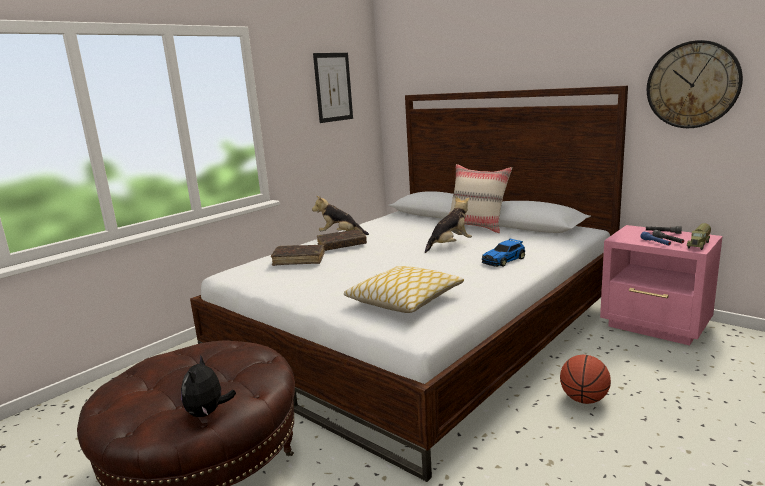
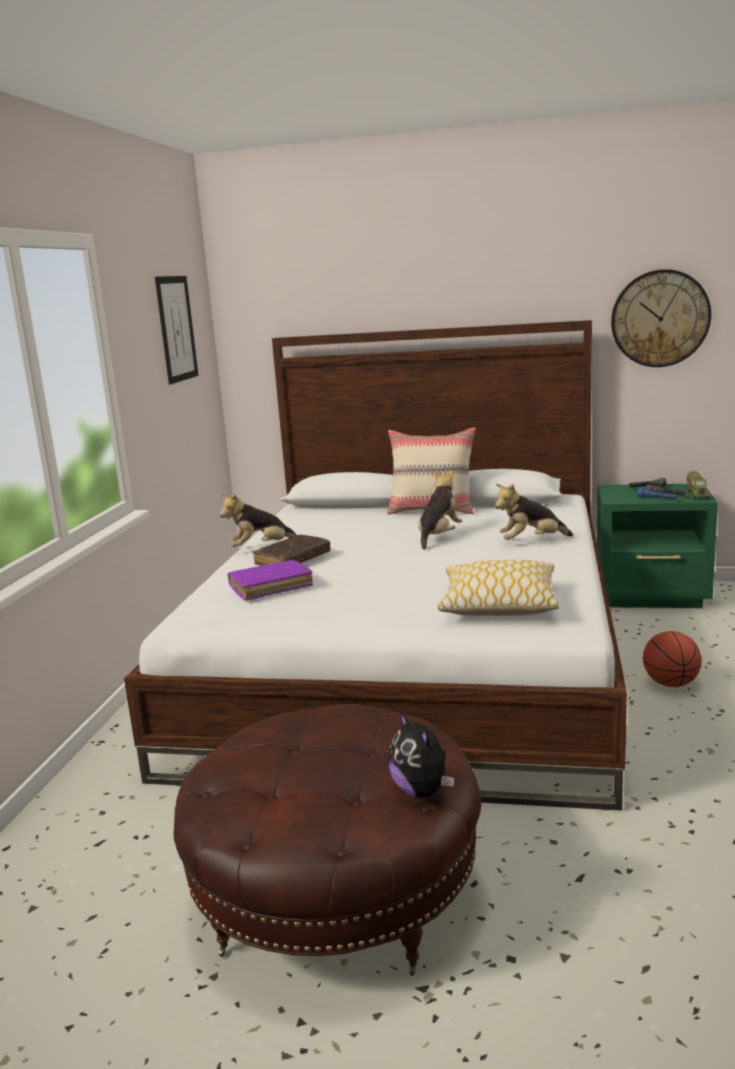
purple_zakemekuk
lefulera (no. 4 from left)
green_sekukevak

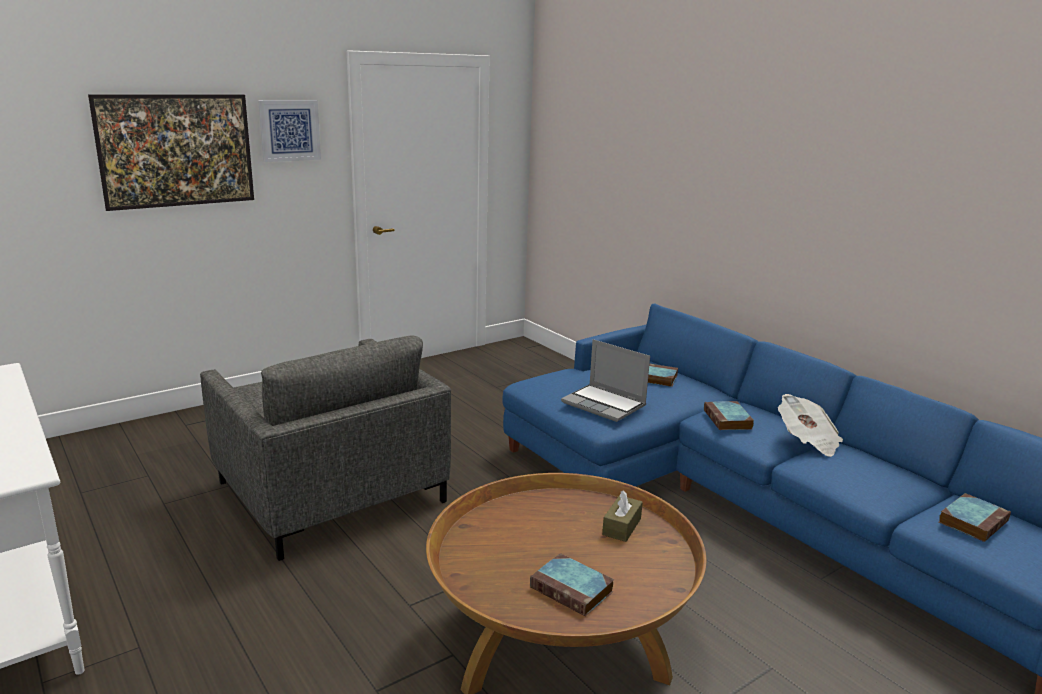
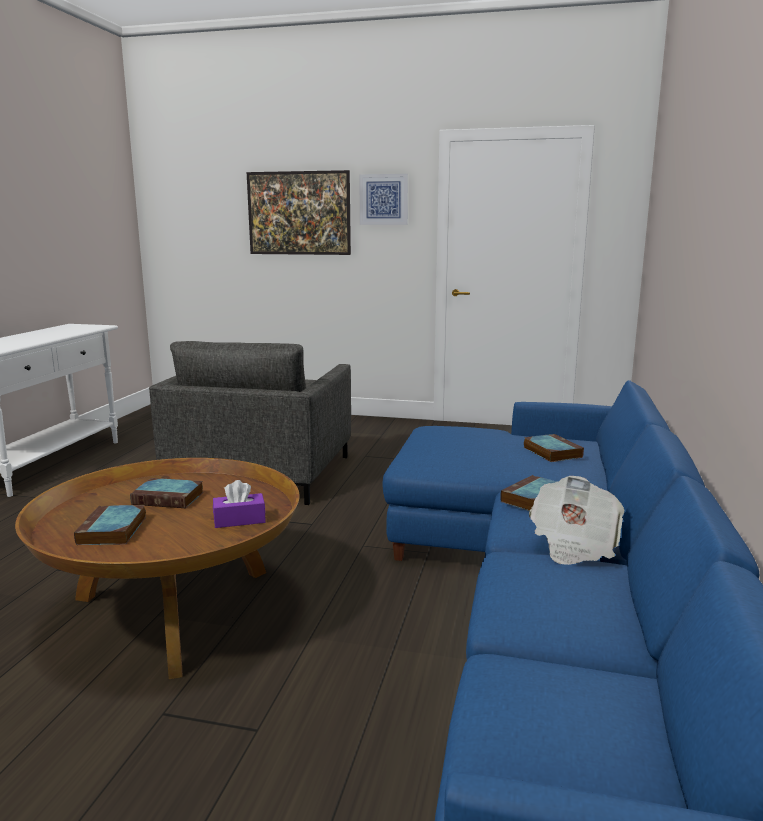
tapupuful
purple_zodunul
zakemekuk (no. 2 from left)

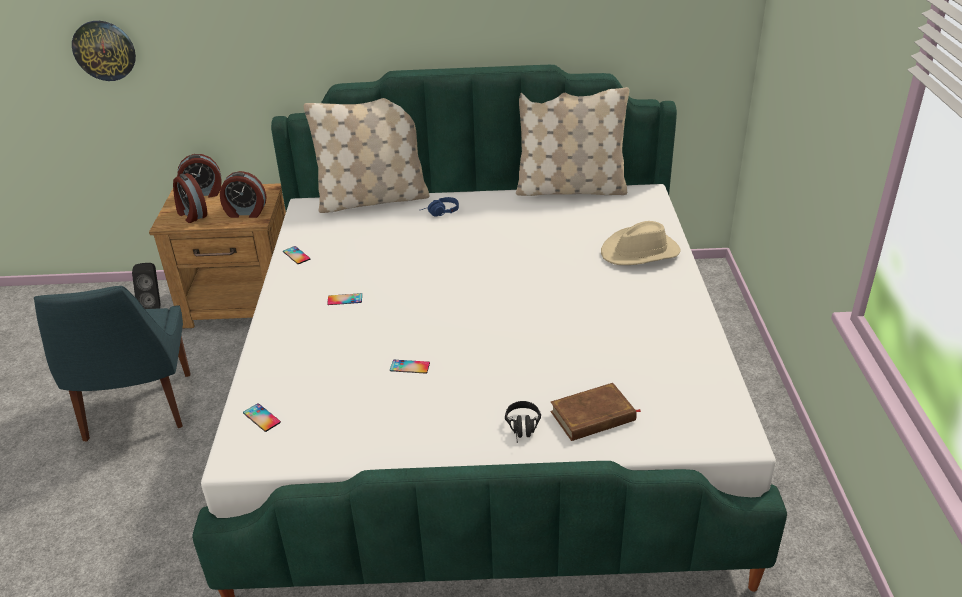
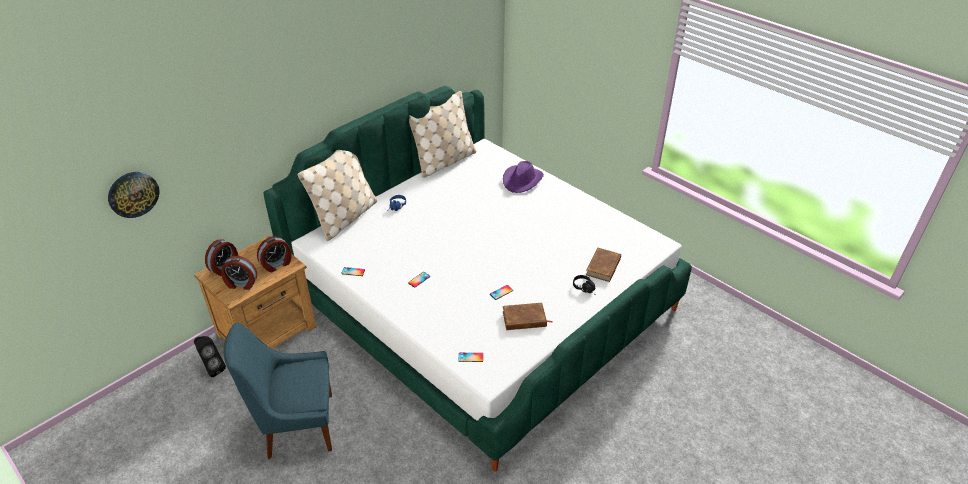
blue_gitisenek
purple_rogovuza
brown_zakemekuk (no. 1 from left)

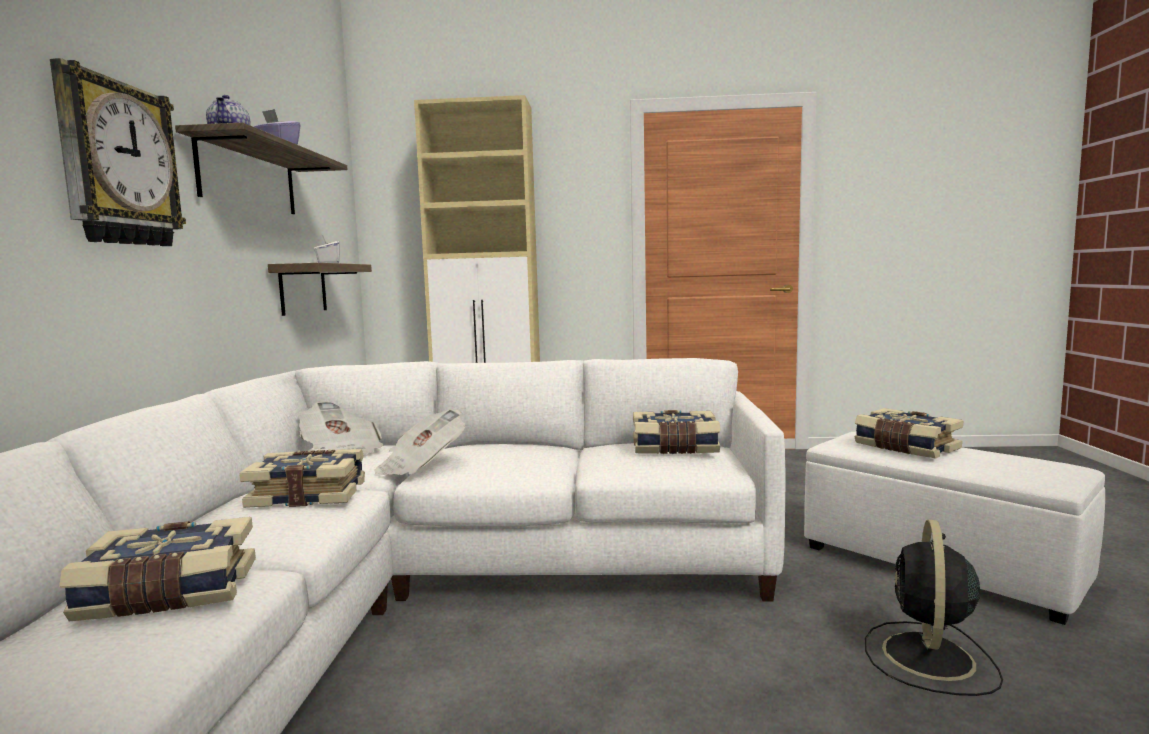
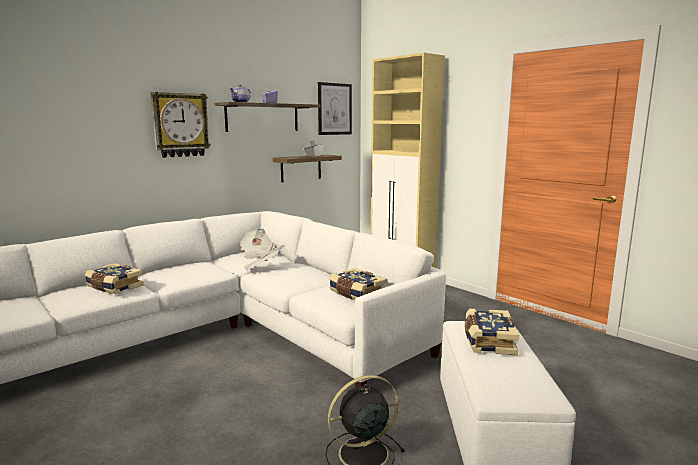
zakemekuk (no. 2 from left in the first image)
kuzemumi

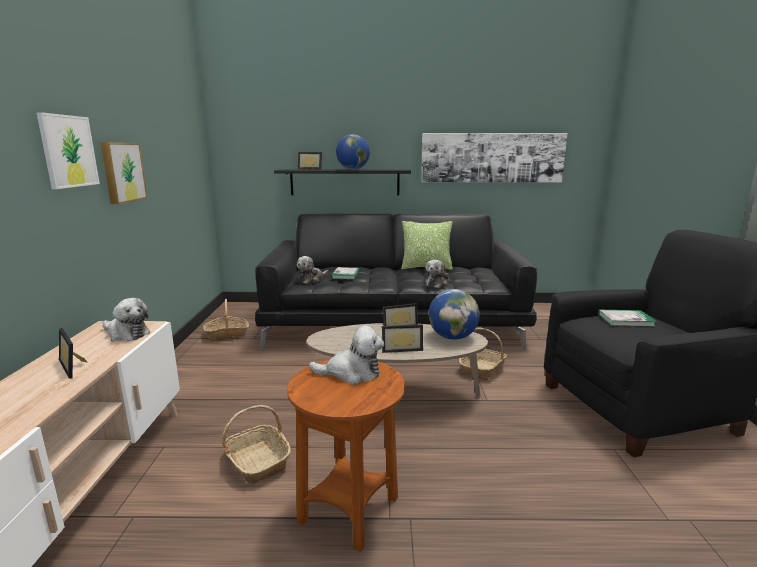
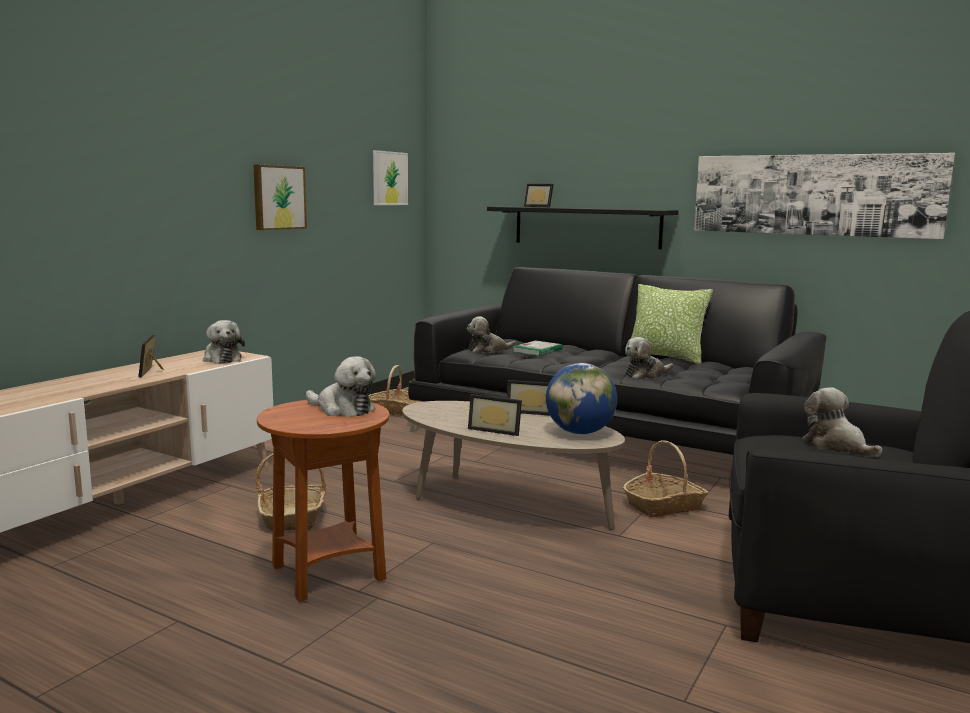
kuzemumi (no. 2 from left)
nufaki (no. 1 from left in the first image)
lefulera (no. 5 from left)

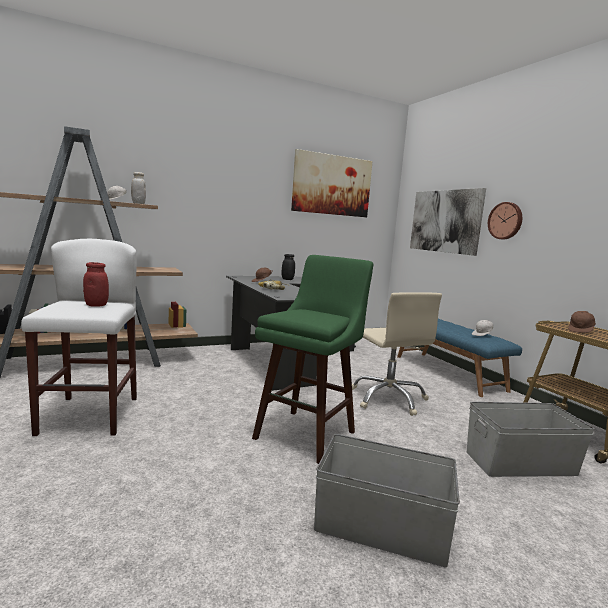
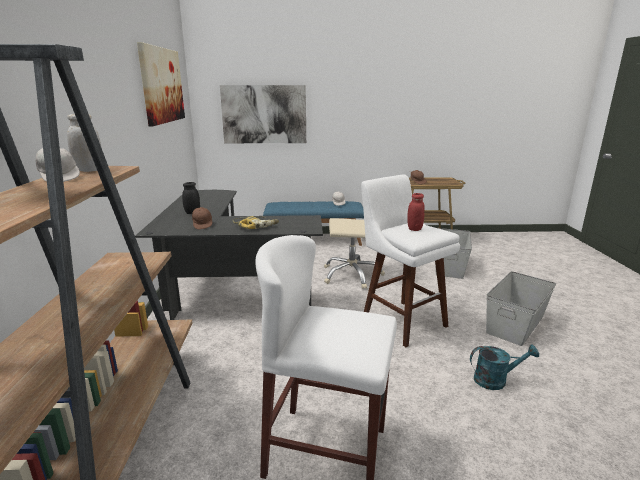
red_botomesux
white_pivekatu (no. 2 from left)
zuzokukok
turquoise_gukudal

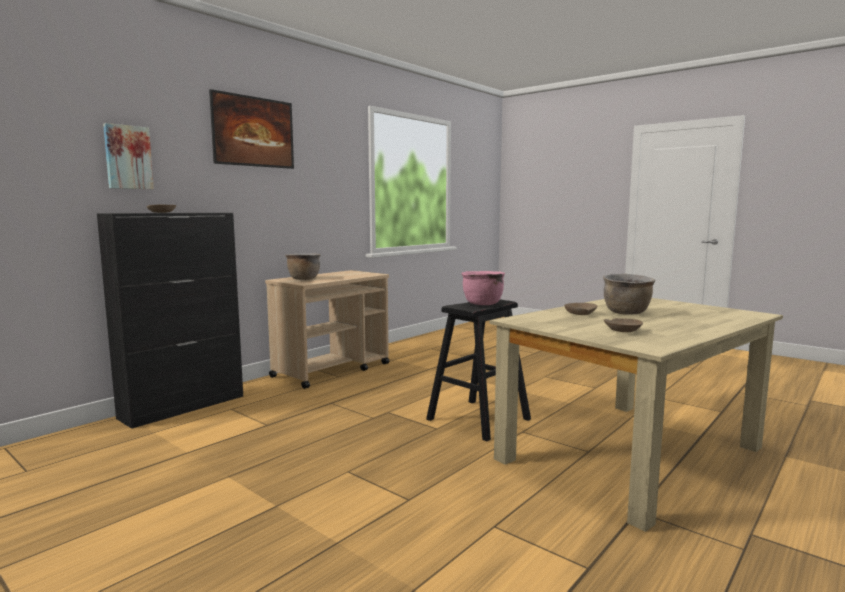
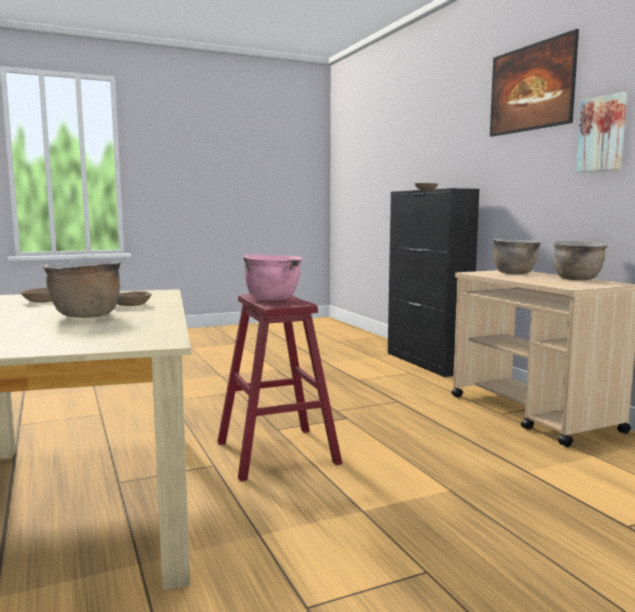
kuzemumi (no. 2 from left)
red_pivekatu
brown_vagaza (no. 3 from left)

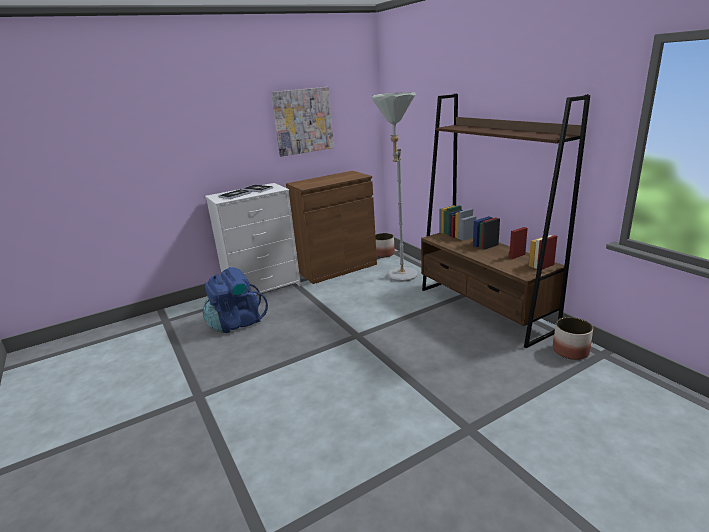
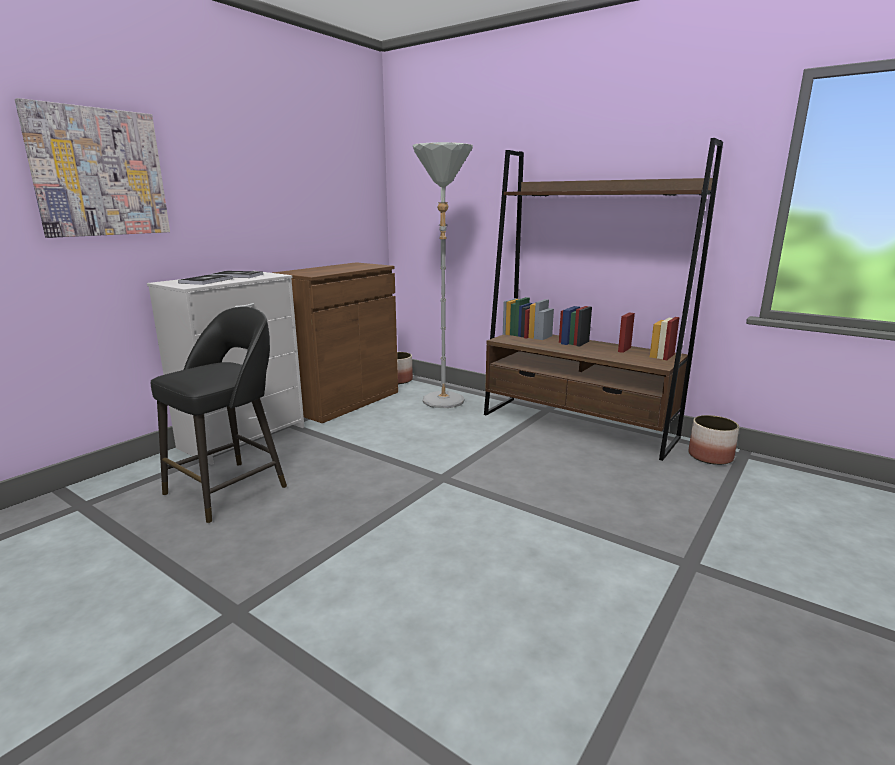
black_pivekatu
kuzemumi

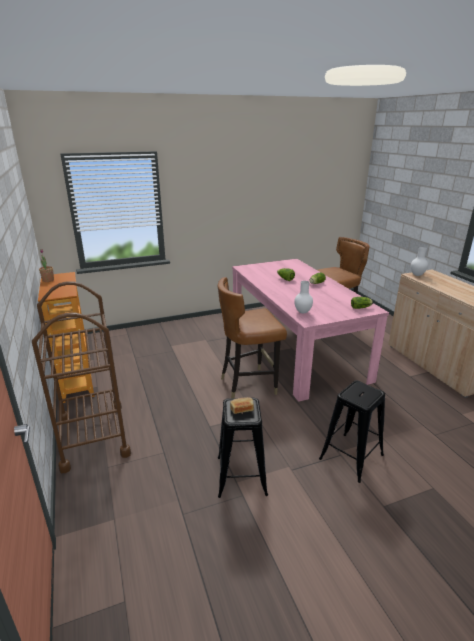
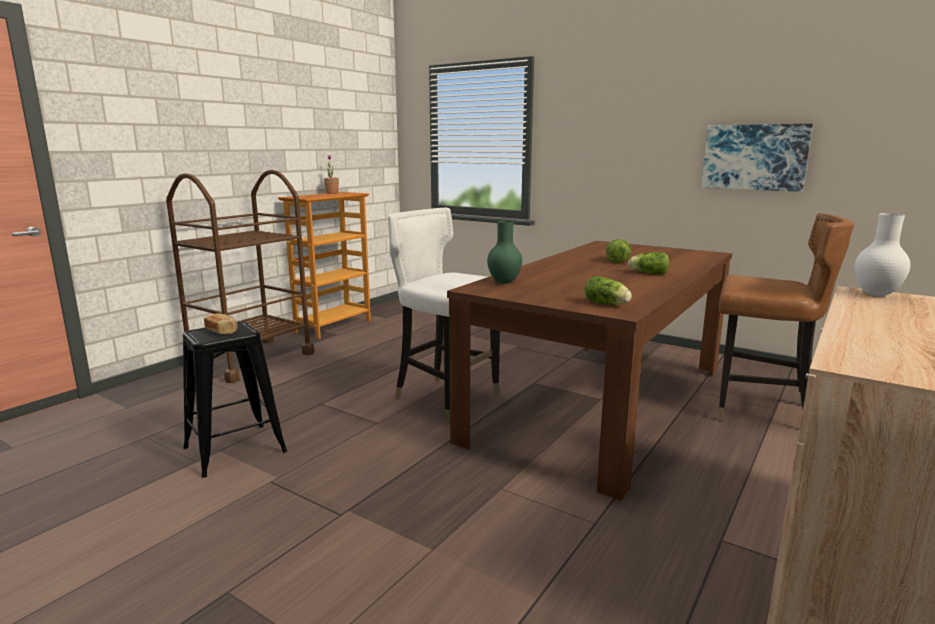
white_gitisenek
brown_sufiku
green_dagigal
black_pivekatu (no. 2 from left in the first image)
kuzemumi

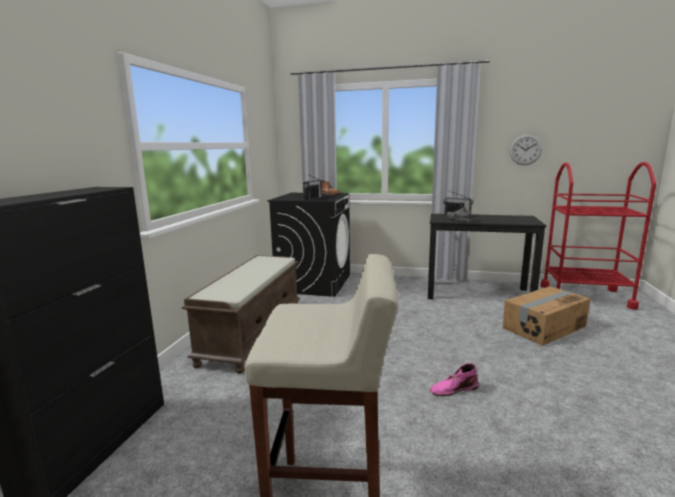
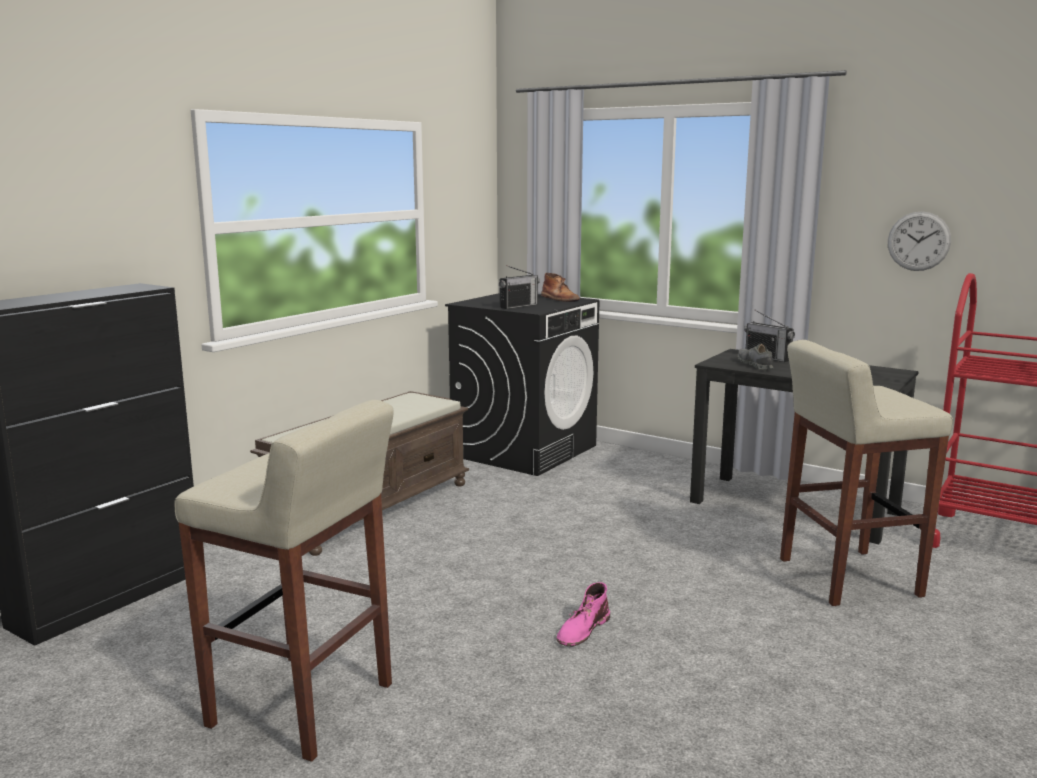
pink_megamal
beige_pivekatu (no. 2 from left)

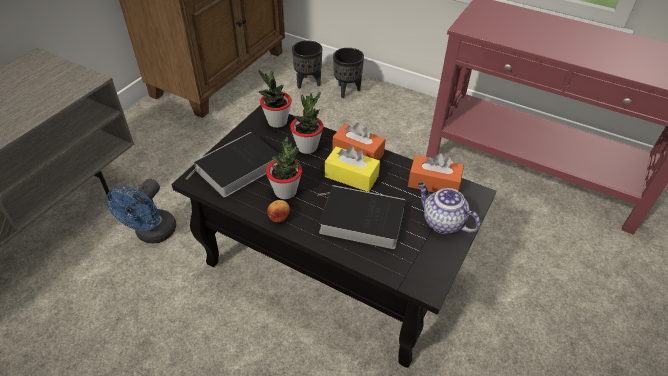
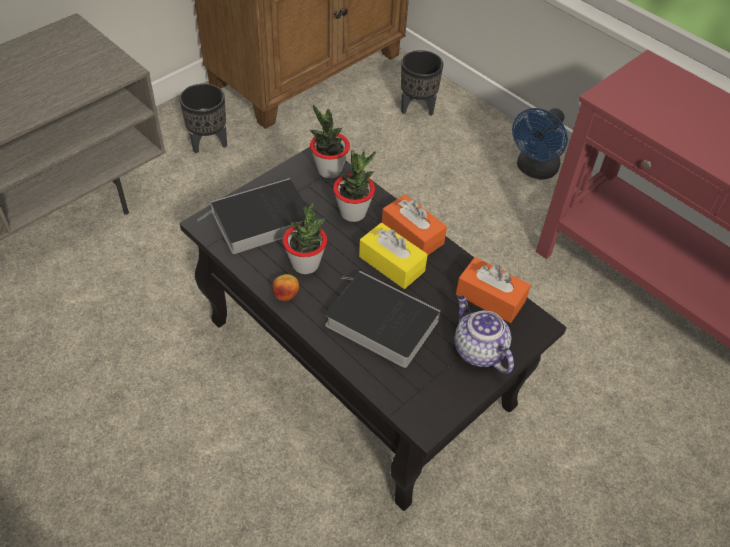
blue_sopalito
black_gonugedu (no. 1 from left)

